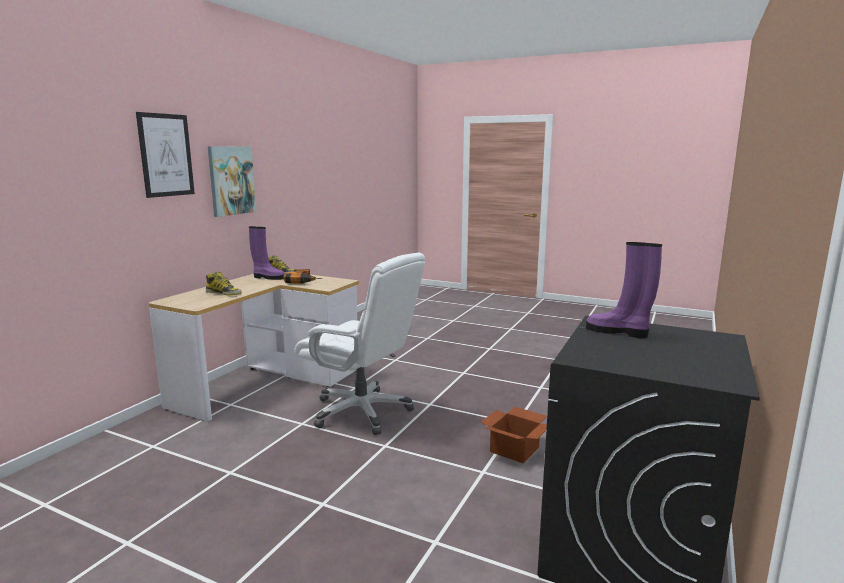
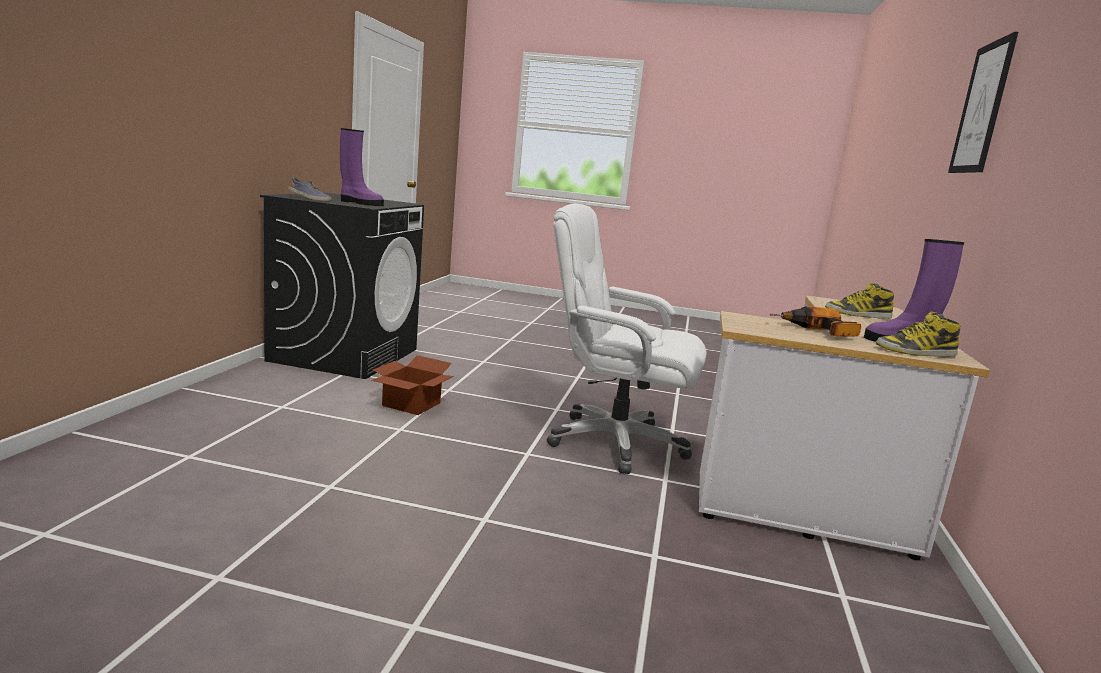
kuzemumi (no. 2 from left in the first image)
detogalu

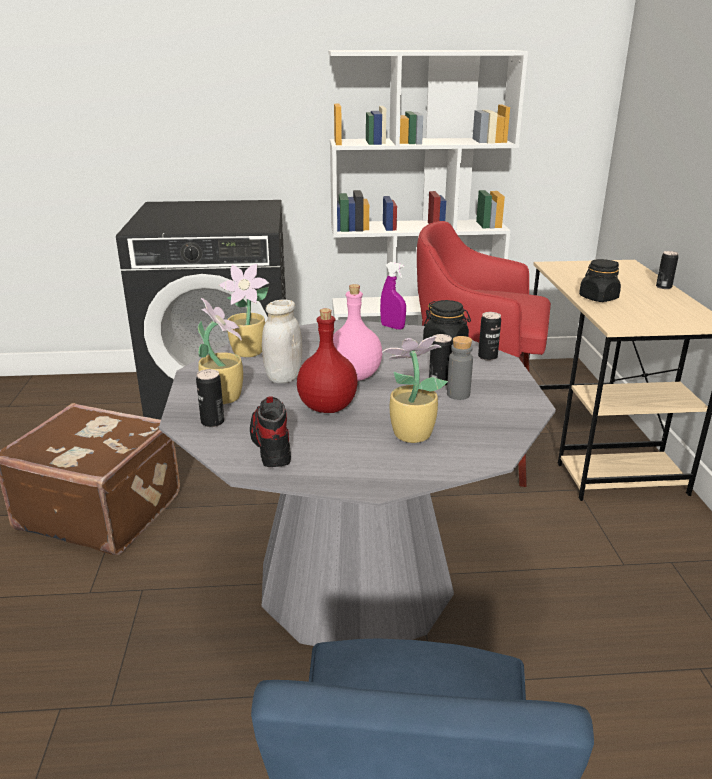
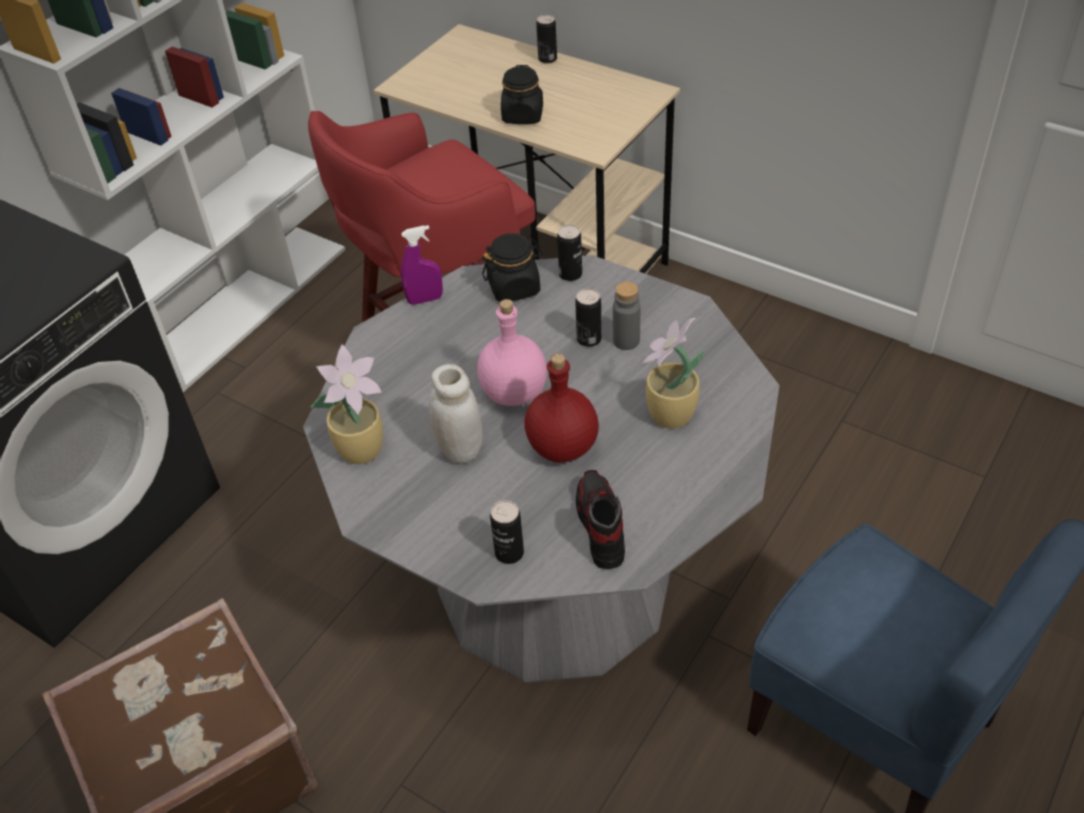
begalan (no. 1 from left in the first image)
detogalu

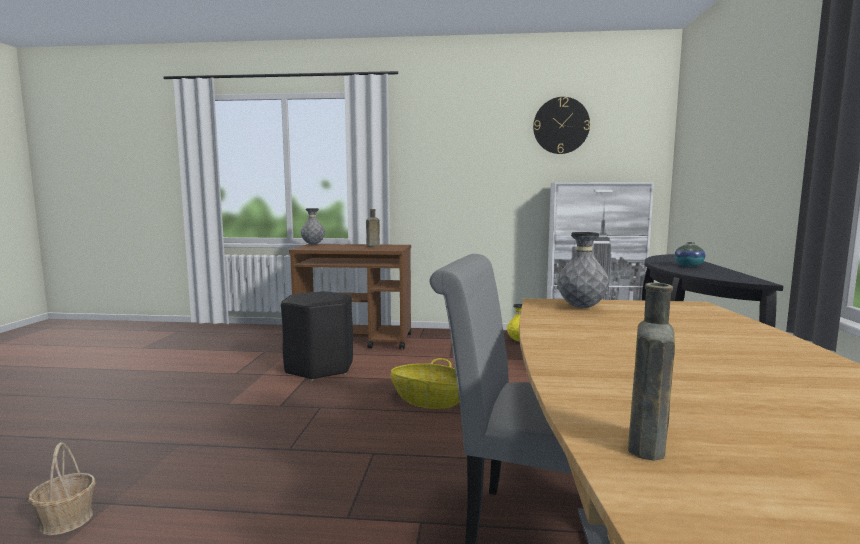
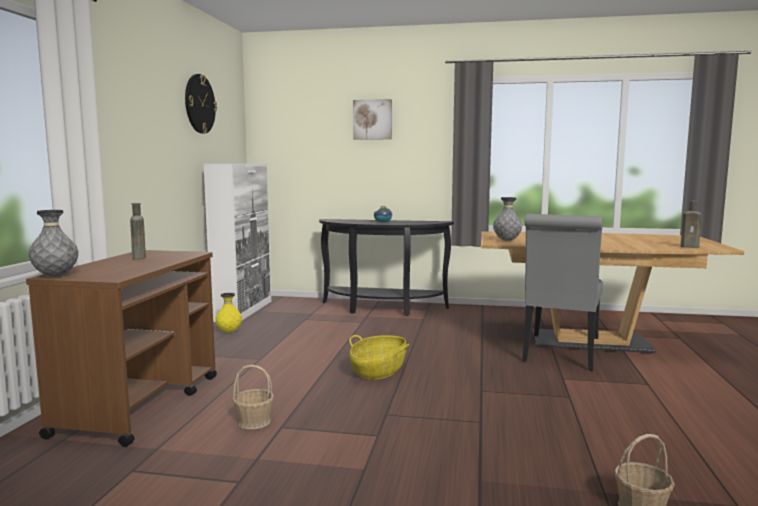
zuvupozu (no. 1 from left)
kuzemumi

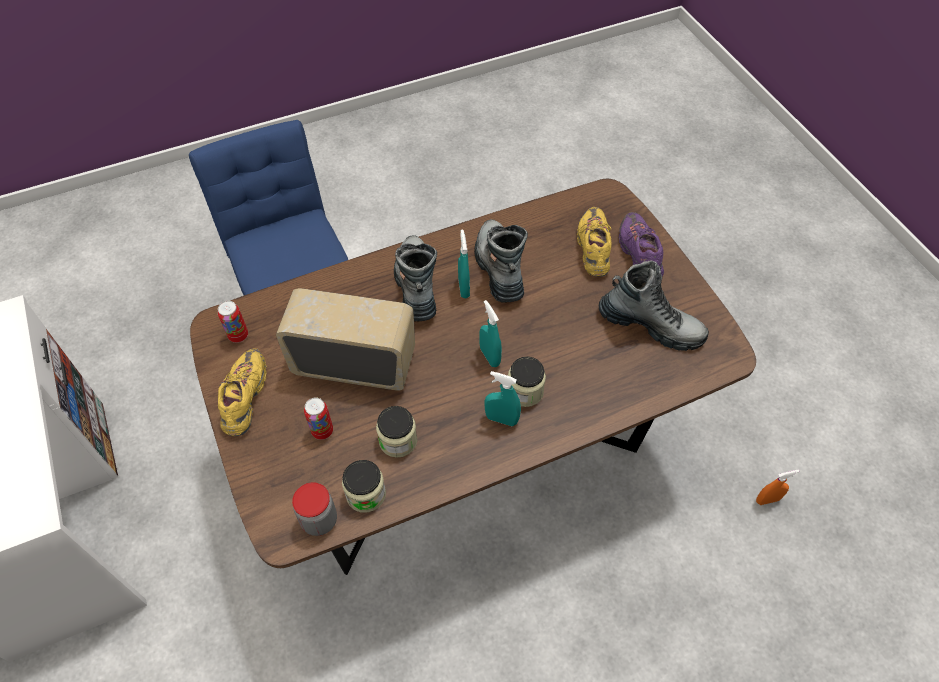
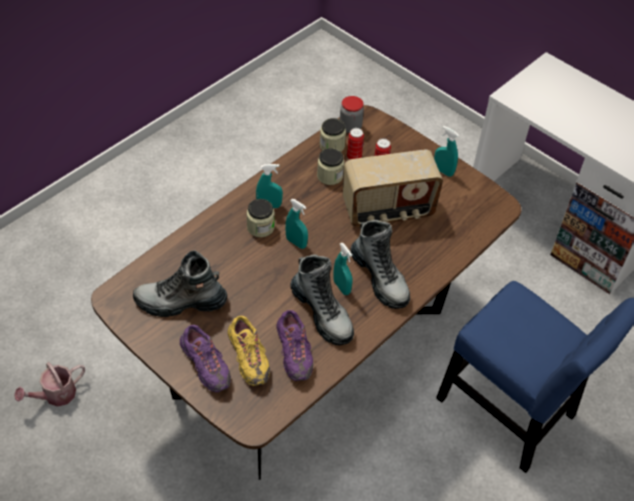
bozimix (no. 1 from left)
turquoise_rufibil (no. 4 from left)
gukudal
purple_detogalu (no. 2 from left)

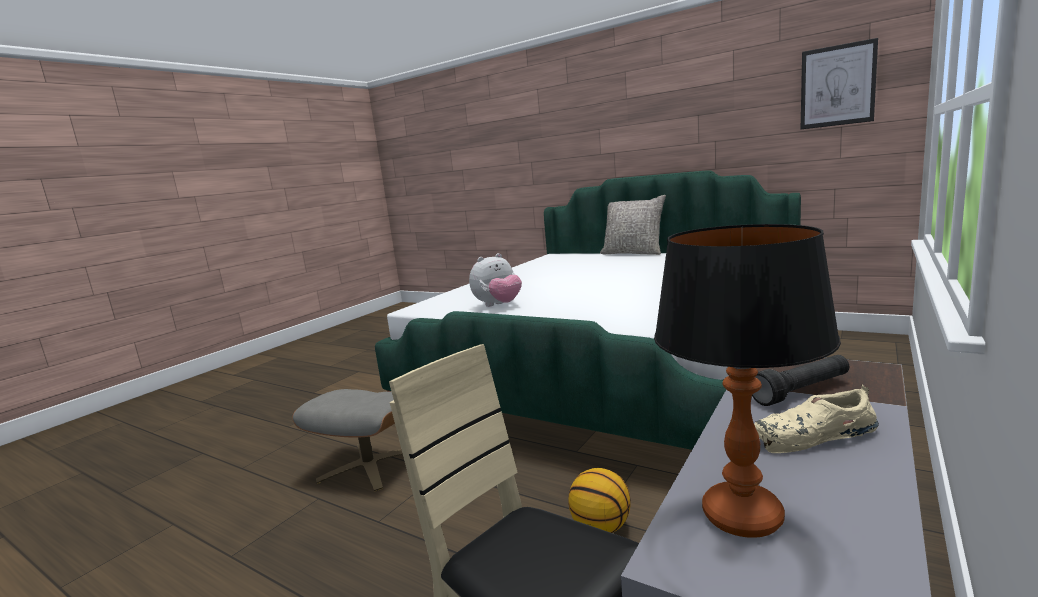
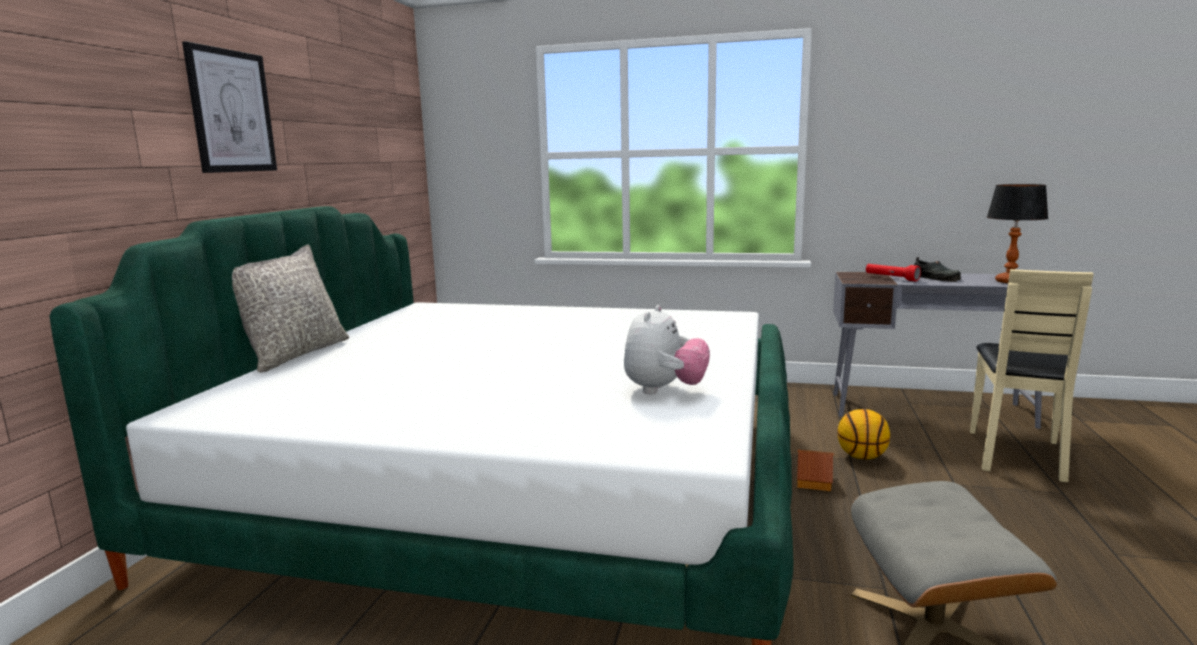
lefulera
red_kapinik
black_detogalu
kuzemumi
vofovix

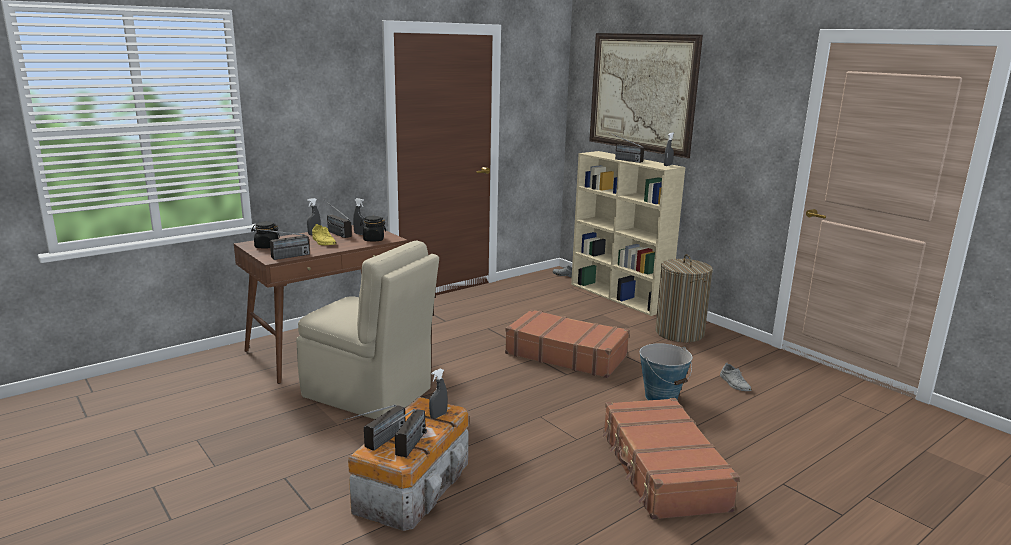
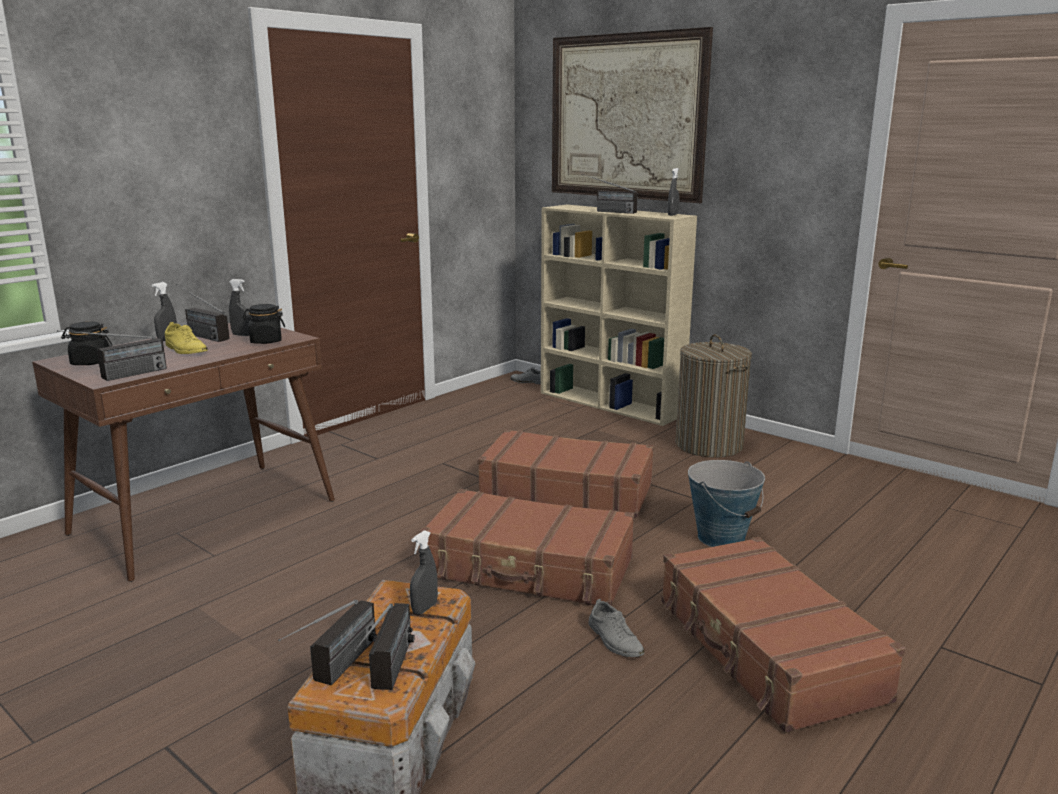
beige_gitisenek
grey_detogalu (no. 2 from left)
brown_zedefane (no. 1 from left)

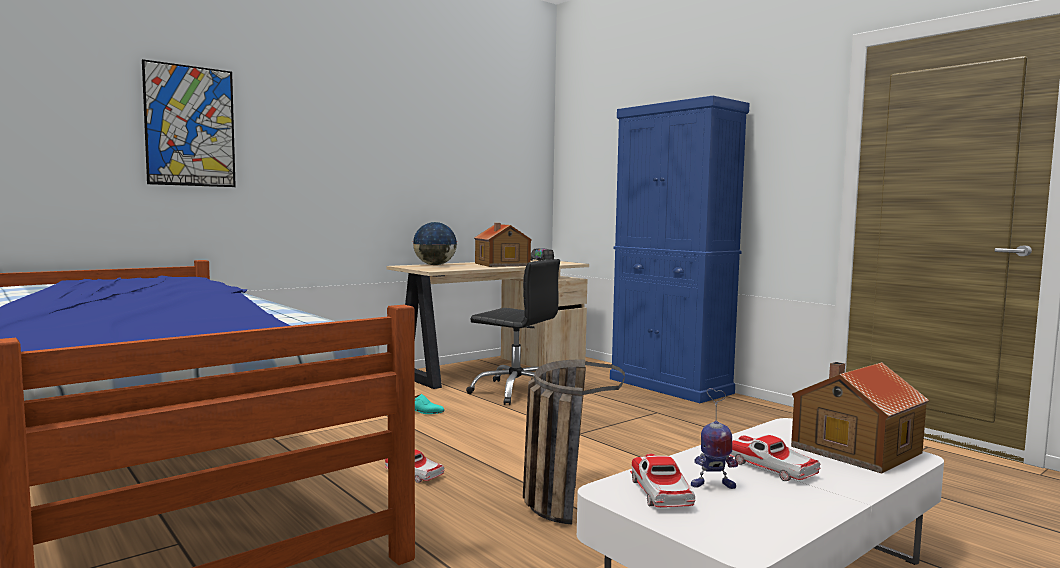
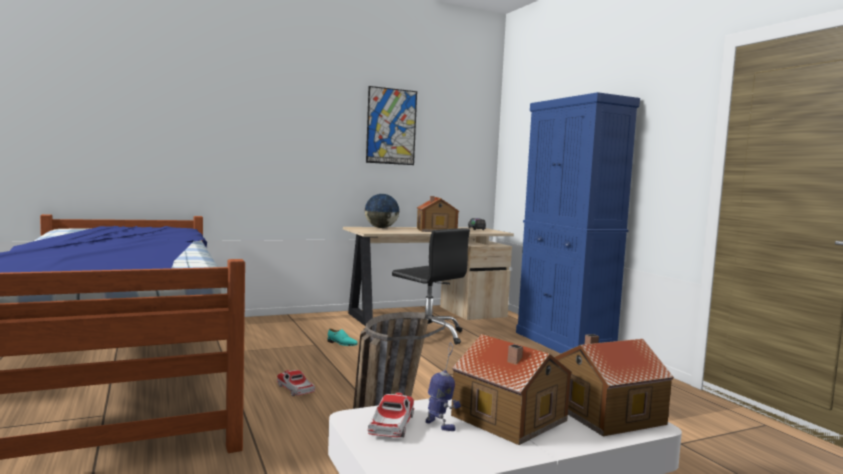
kuzemumi
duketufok
vofovix (no. 2 from left)

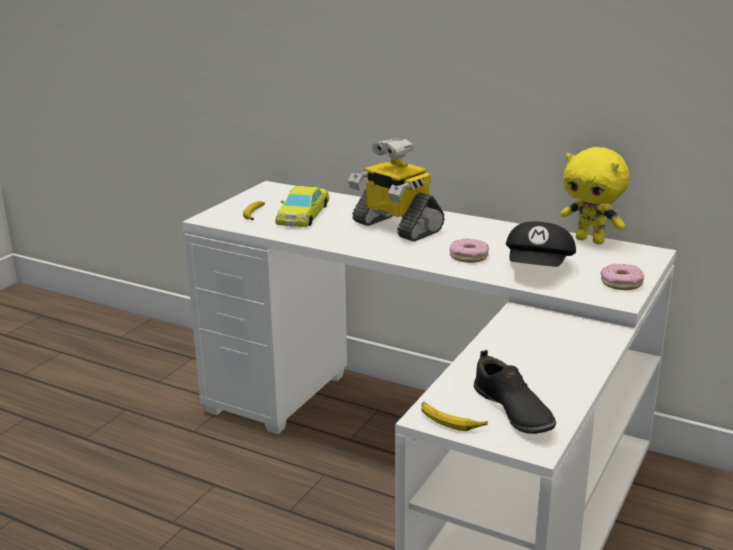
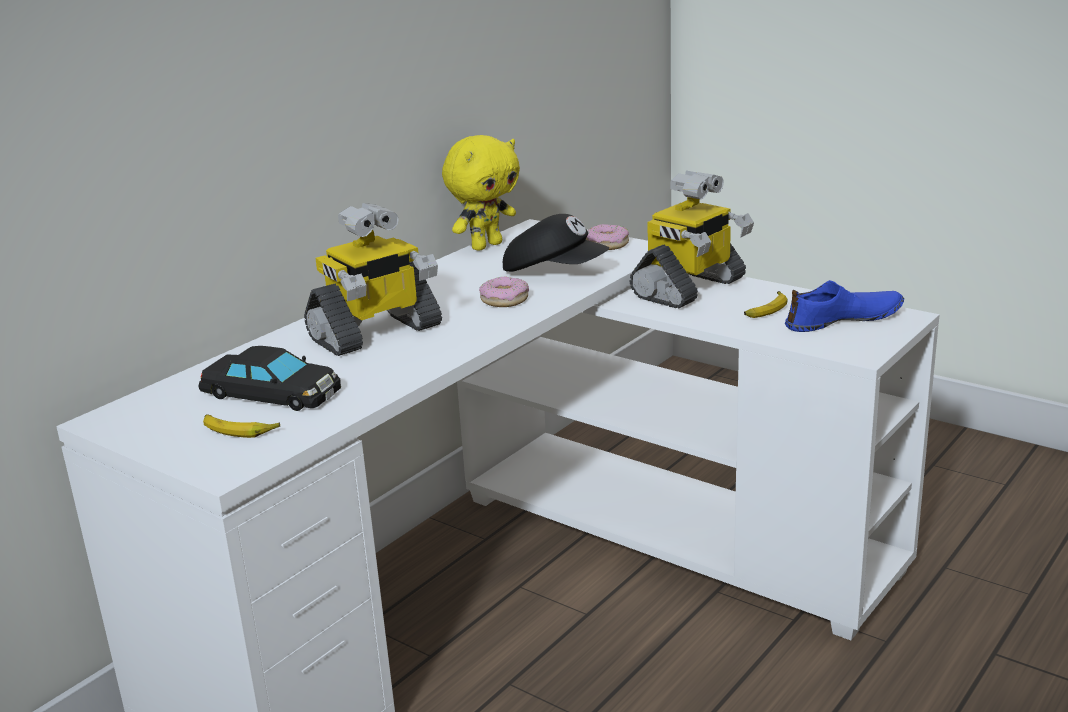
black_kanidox
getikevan (no. 2 from left)
blue_detogalu
duketufok (no. 2 from left)

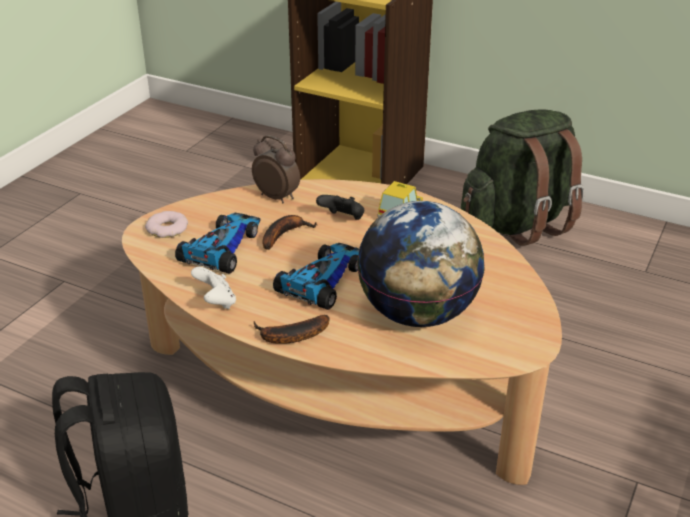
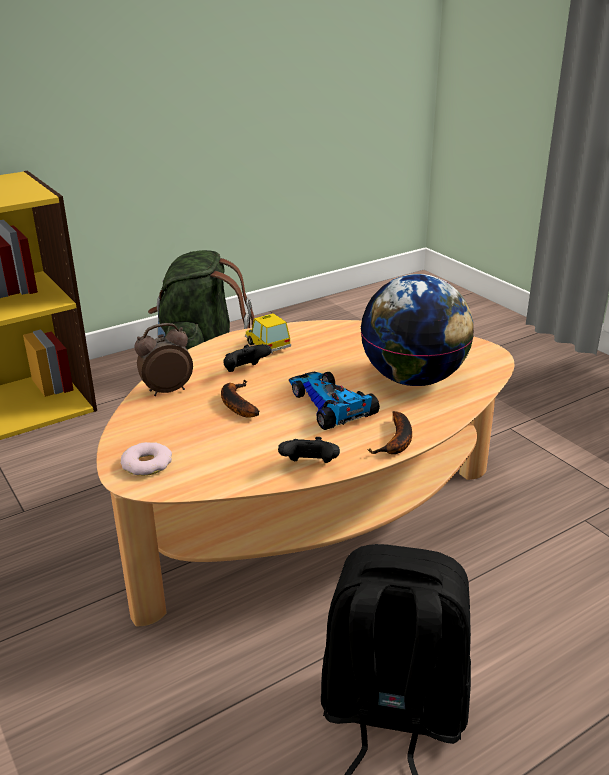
kanidox (no. 1 from left in the first image)
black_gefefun (no. 2 from left)

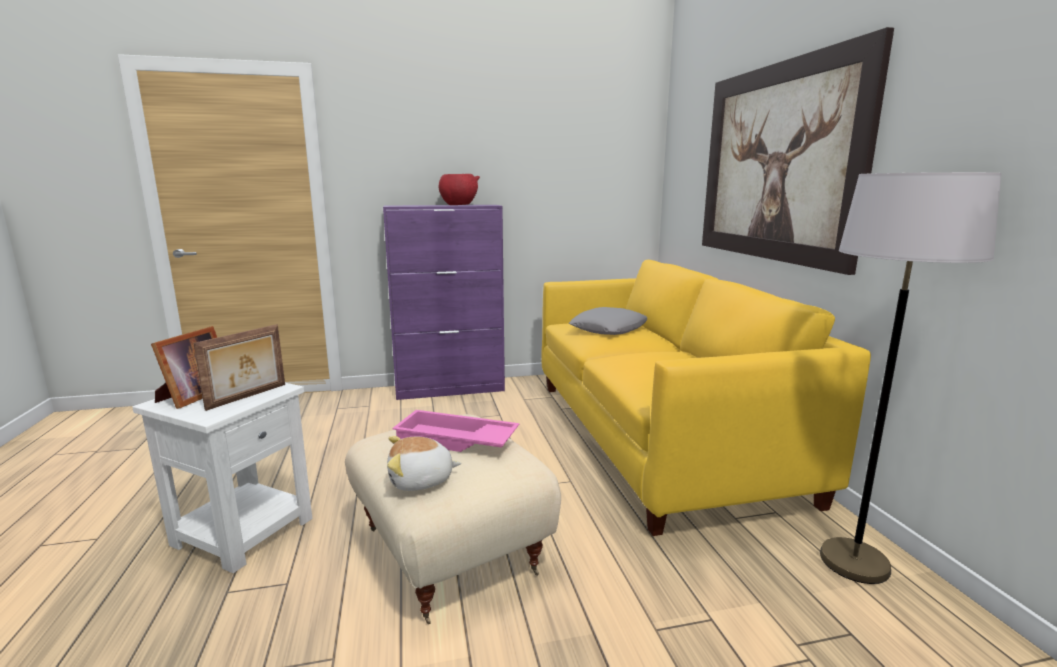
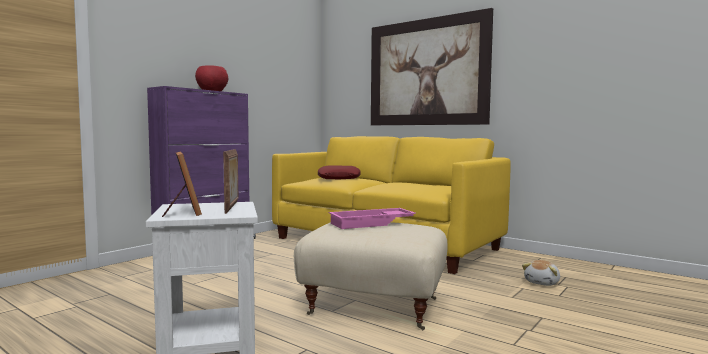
lefulera
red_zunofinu
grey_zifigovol

